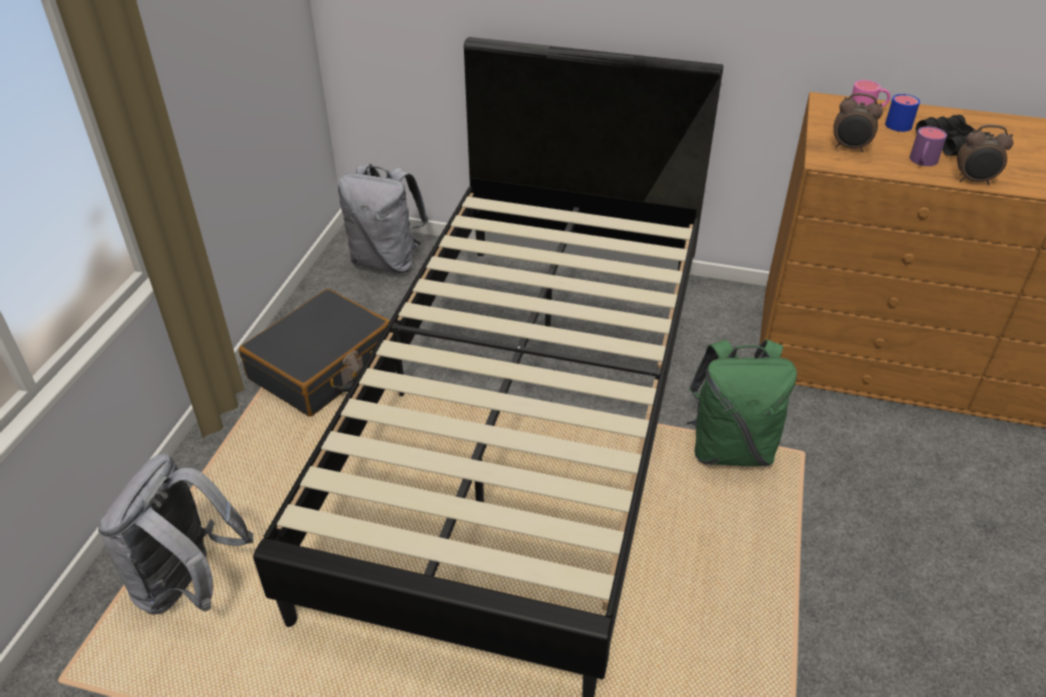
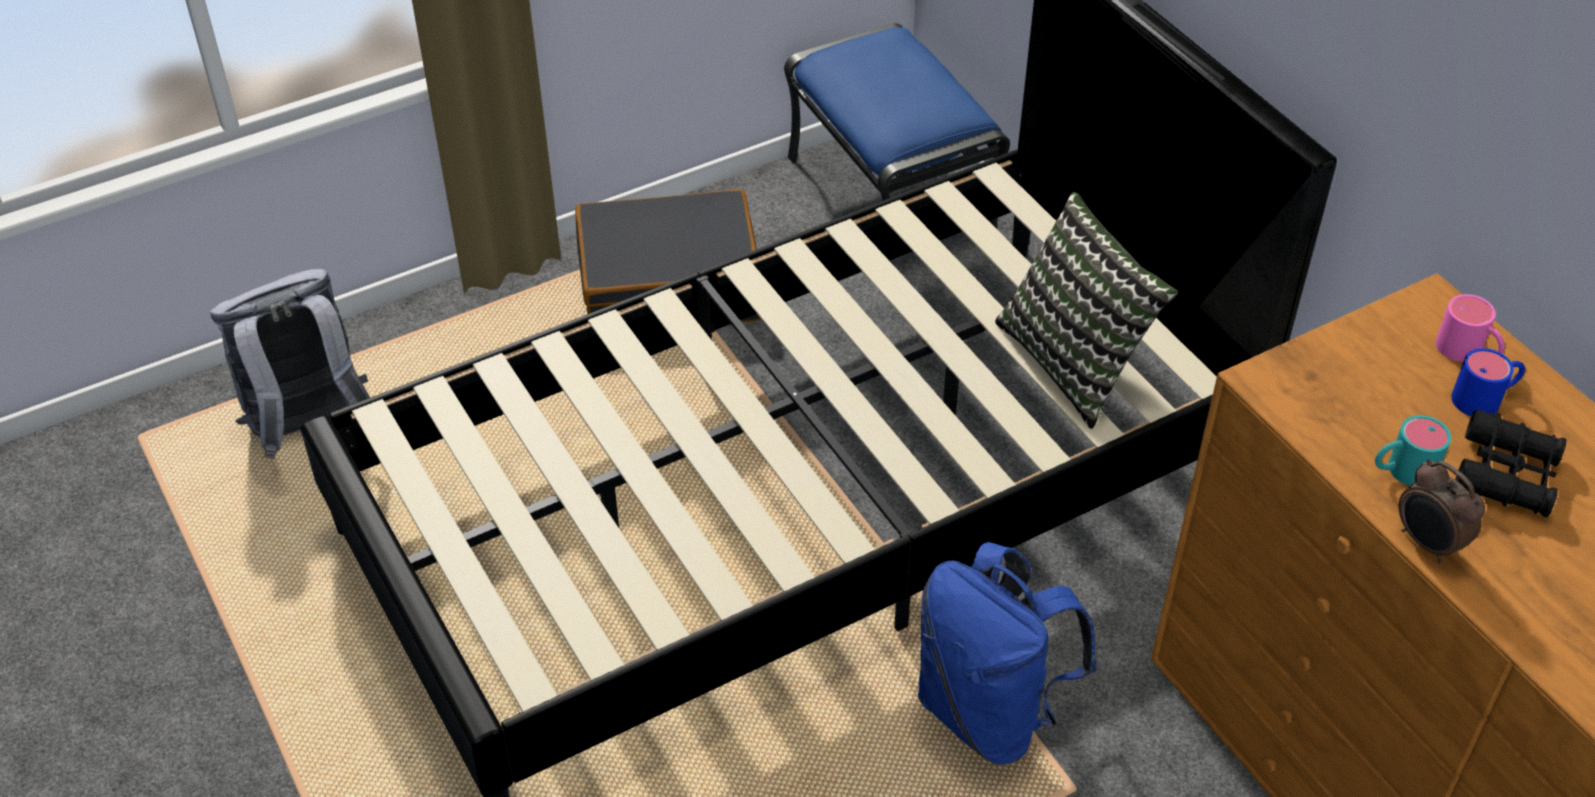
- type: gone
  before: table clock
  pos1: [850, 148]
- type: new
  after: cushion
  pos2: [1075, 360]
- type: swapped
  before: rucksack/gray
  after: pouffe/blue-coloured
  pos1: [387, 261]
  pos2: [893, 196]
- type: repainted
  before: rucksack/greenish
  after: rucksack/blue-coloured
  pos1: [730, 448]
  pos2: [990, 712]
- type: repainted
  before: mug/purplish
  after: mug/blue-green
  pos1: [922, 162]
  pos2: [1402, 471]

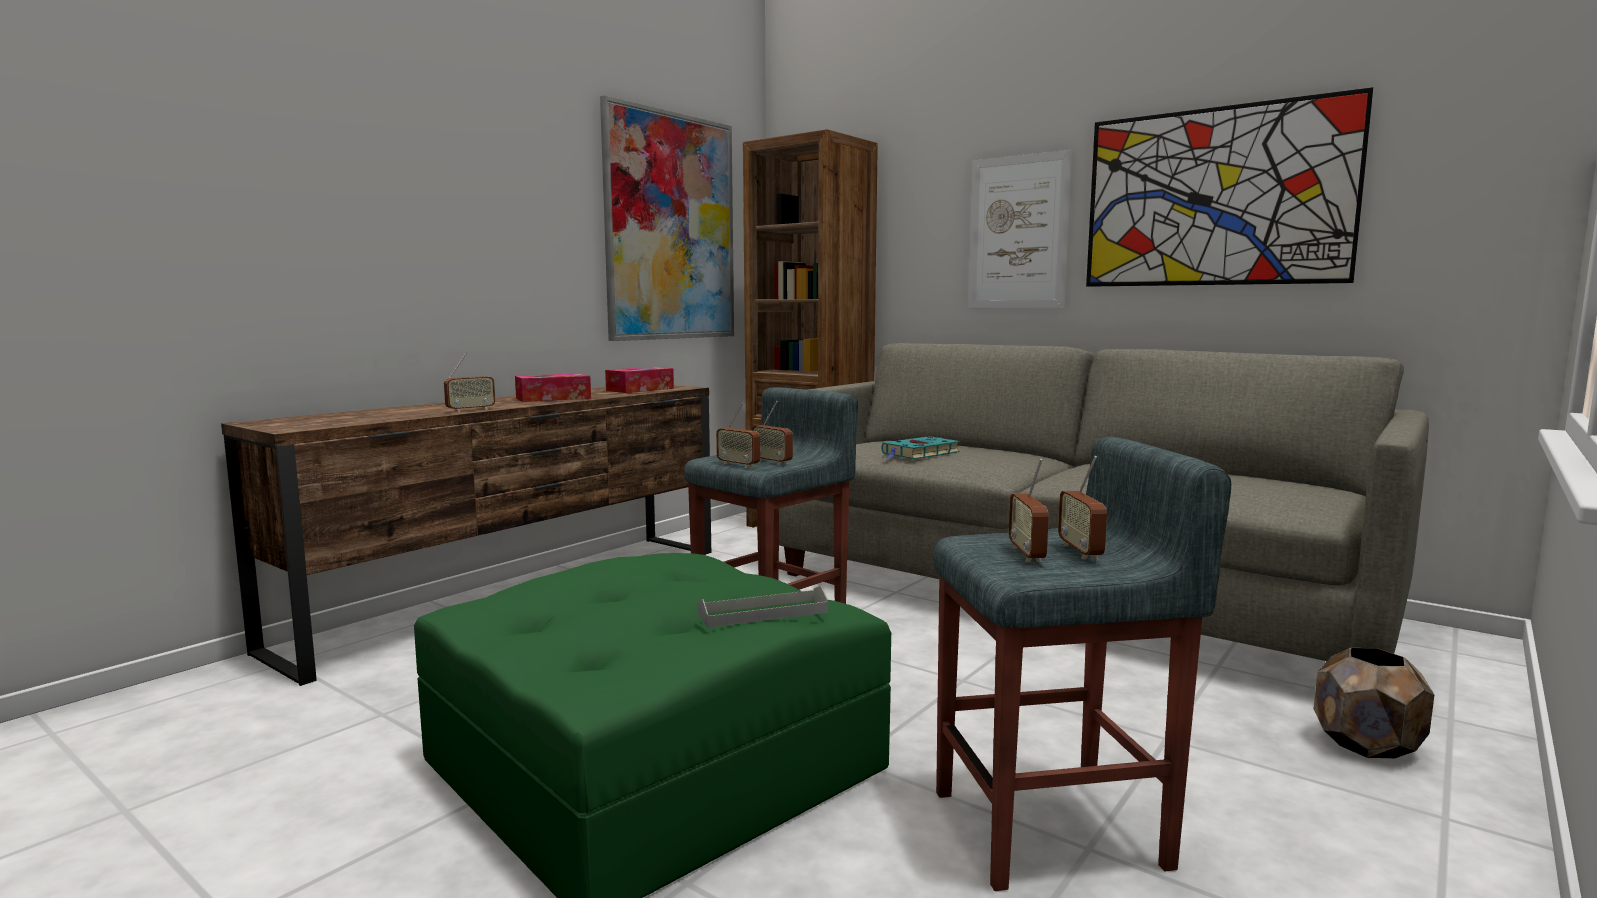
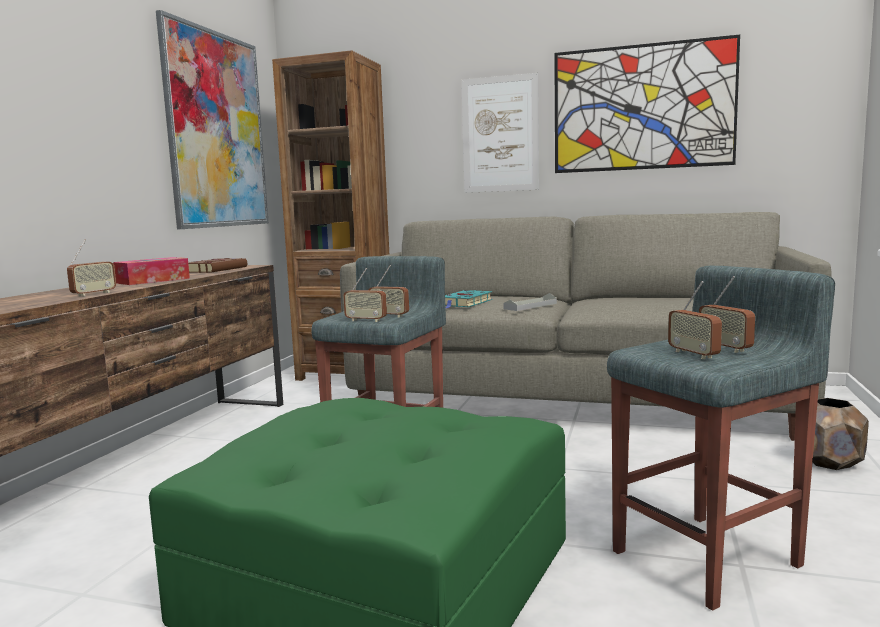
- type: shifted
  before: carrying tray/gray
  pos1: [763, 613]
  pos2: [530, 306]
- type: swapped
  before: tissue box
  after: bound book/brownish
  pos1: [640, 389]
  pos2: [217, 269]

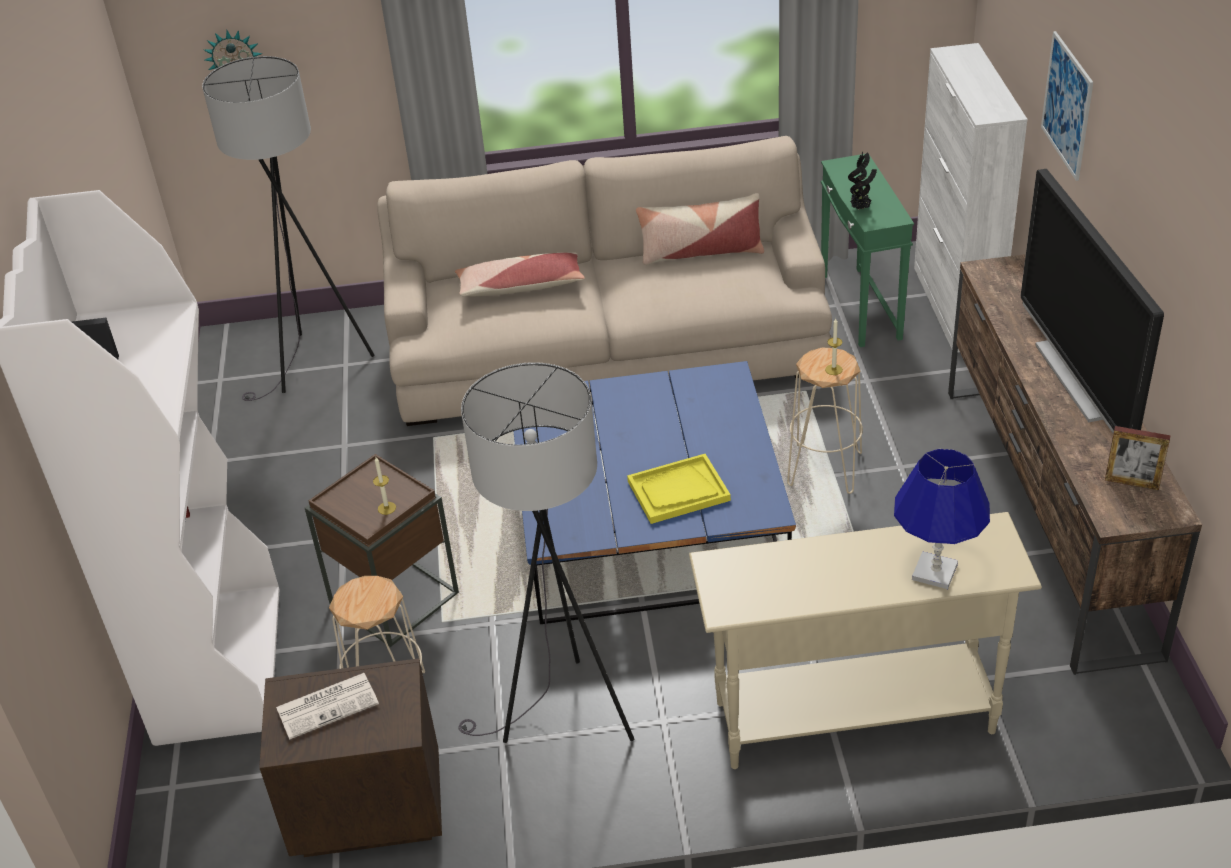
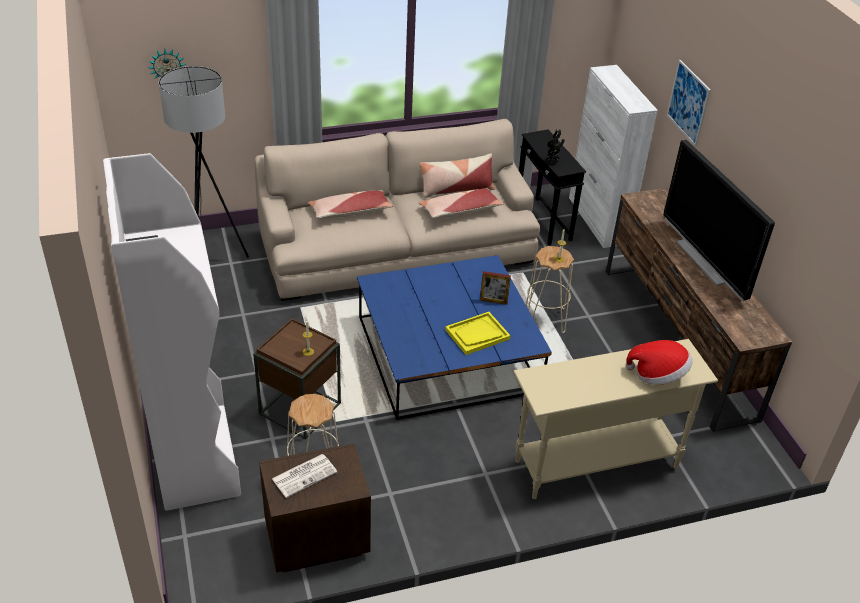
- type: gone
  before: floor lamp/gray
  pos1: [562, 719]
- type: new
  after: cushion
  pos2: [460, 211]
- type: shifted
  before: picture frame
  pos1: [1132, 483]
  pos2: [493, 301]
- type: swapped
  before: tabletop lamp/blue-coloured
  after: hat
  pos1: [935, 572]
  pos2: [658, 375]
- type: repainted
  before: end table/greenish
  after: end table/blackish
  pos1: [860, 307]
  pos2: [542, 221]

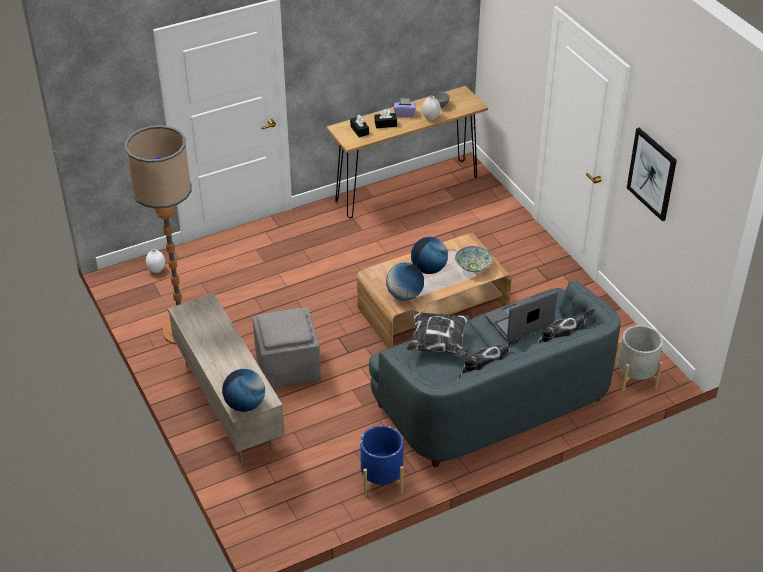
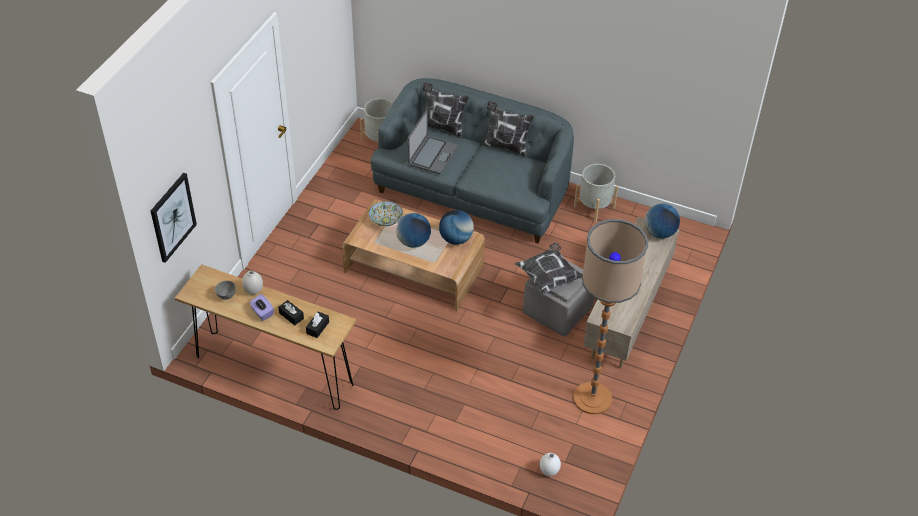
- type: shifted
  before: cushion
  pos1: [439, 344]
  pos2: [548, 277]
- type: shifted
  before: picture
  pos1: [652, 174]
  pos2: [172, 217]
- type: repainted
  before: planter/blue-coloured
  after: planter/gray
  pos1: [381, 479]
  pos2: [594, 207]
- type: rotated
  before: notebook computer
  pos1: [519, 321]
  pos2: [432, 155]
  turn: -90

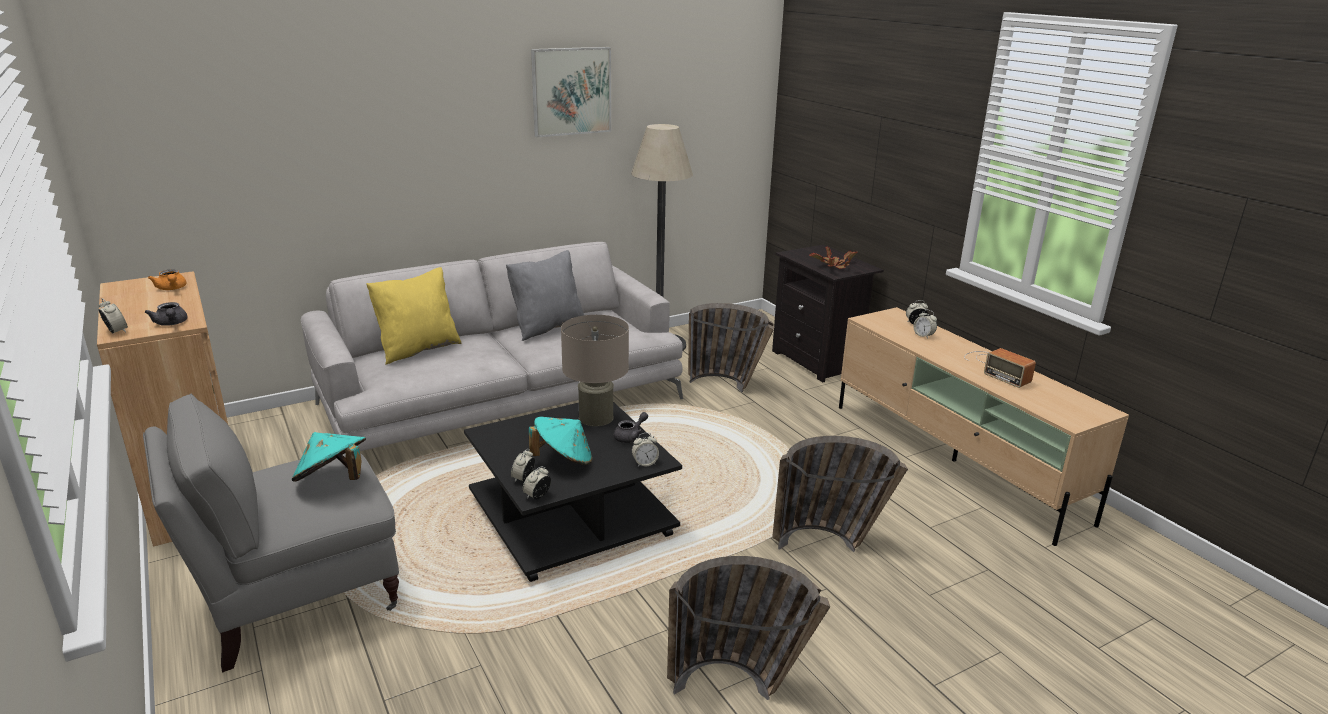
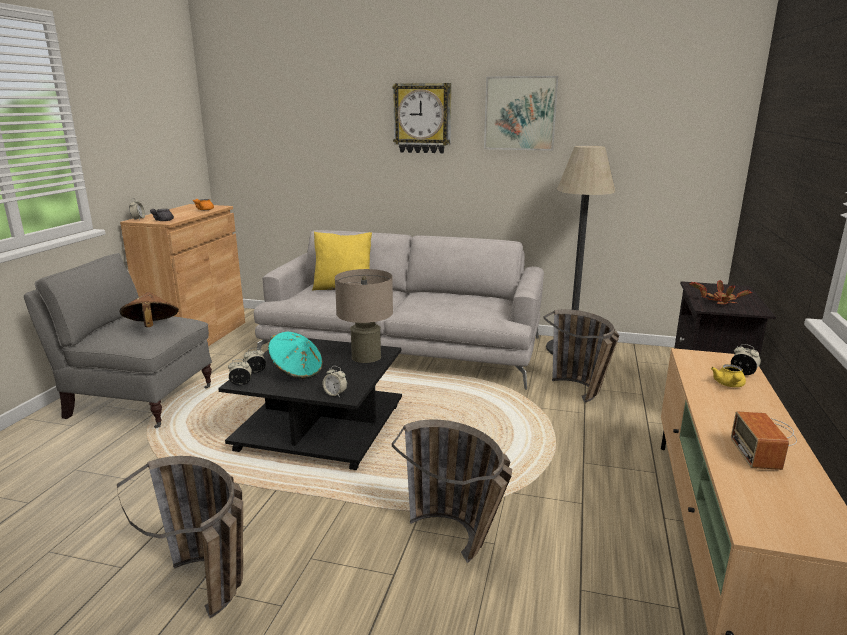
- type: gone
  before: cushion/gray
  pos1: [547, 327]
- type: gone
  before: tea pot/gray
  pos1: [630, 437]
- type: new
  after: wall clock
  pos2: [422, 118]
- type: swapped
  before: table clock
  after: tea pot/yellow-coloured
  pos1: [923, 335]
  pos2: [729, 385]
- type: repainted
  before: hat/blue-green
  after: hat/brownish
  pos1: [333, 480]
  pos2: [151, 327]

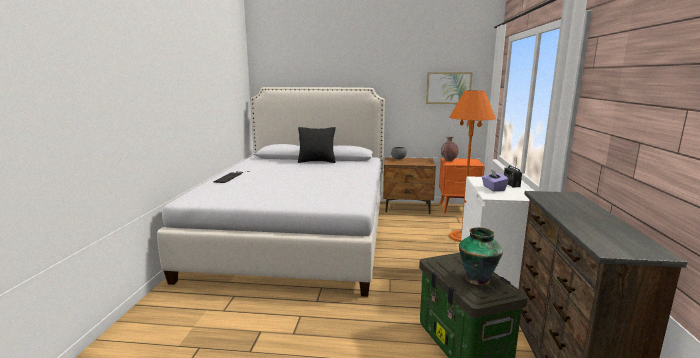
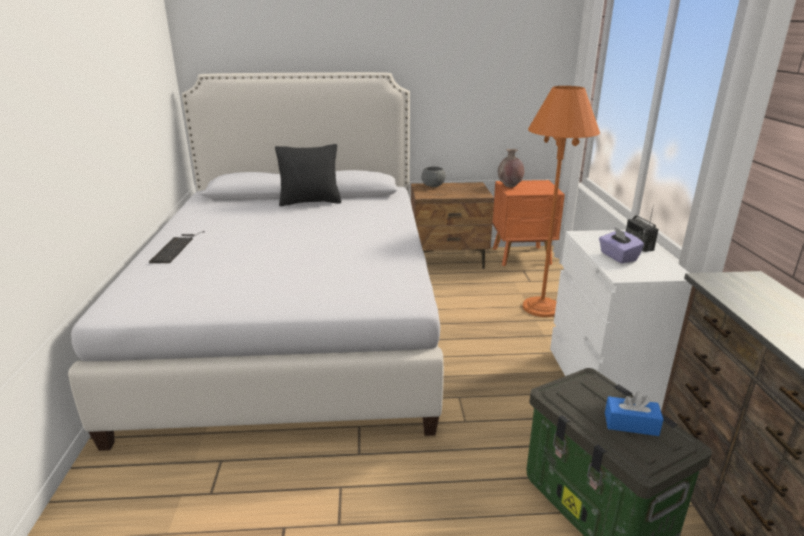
- type: gone
  before: picture
  pos1: [448, 88]
- type: swapped
  before: decorative vase
  after: tissue box/blue-coloured
  pos1: [477, 279]
  pos2: [631, 424]

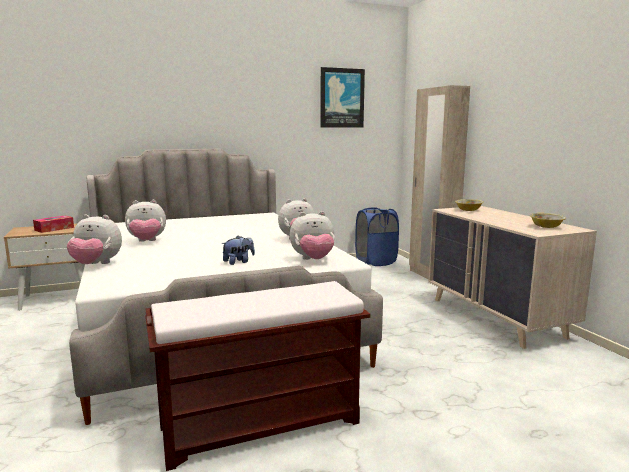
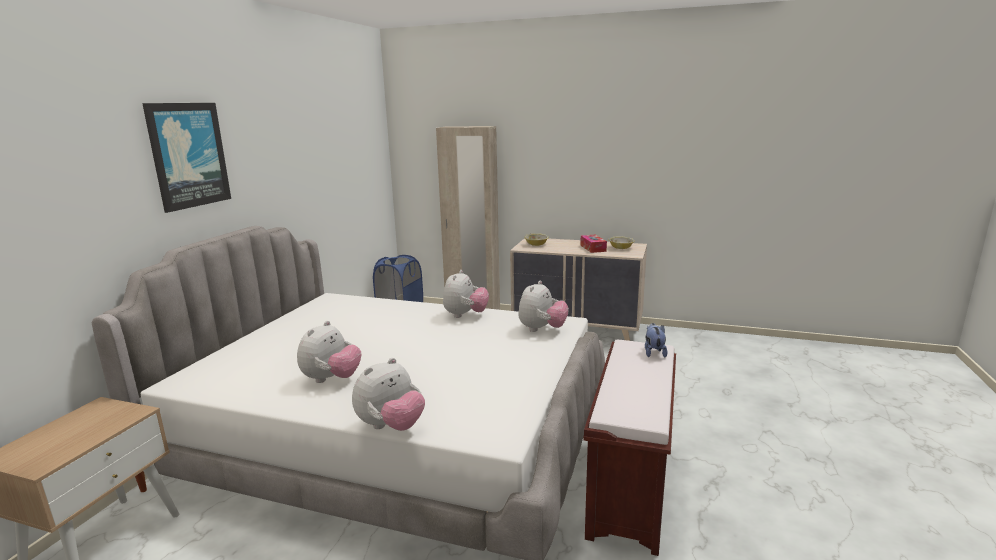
- type: shifted
  before: tissue box
  pos1: [54, 229]
  pos2: [593, 248]
- type: shifted
  before: plush toy
  pos1: [238, 262]
  pos2: [654, 352]
- type: shifted
  before: picture
  pos1: [341, 98]
  pos2: [188, 155]

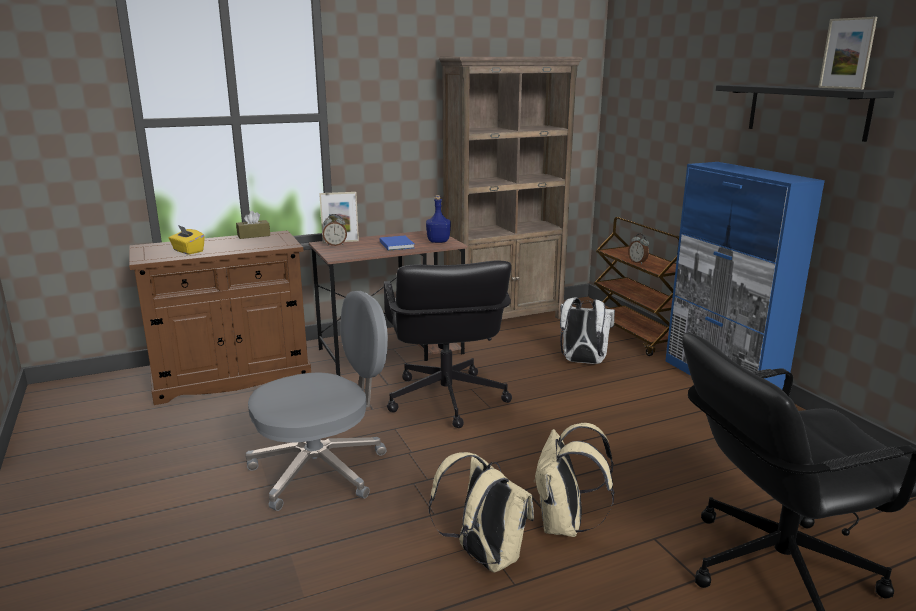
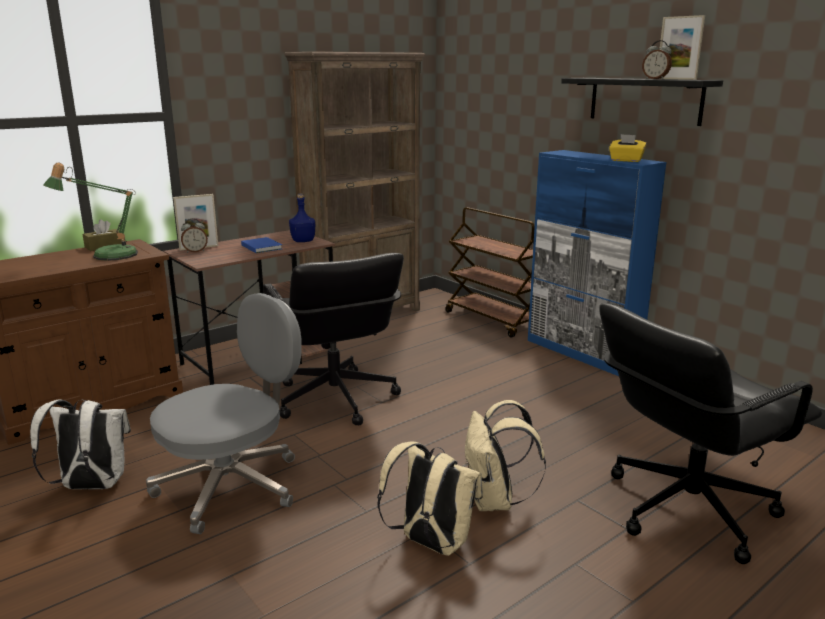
- type: new
  after: tabletop lamp
  pos2: [107, 255]
- type: shifted
  before: tissue box/yellow-coloured
  pos1: [188, 251]
  pos2: [626, 160]
- type: shifted
  before: rucksack/white
  pos1: [582, 362]
  pos2: [91, 486]
- type: shifted
  before: table clock
  pos1: [638, 262]
  pos2: [655, 79]

